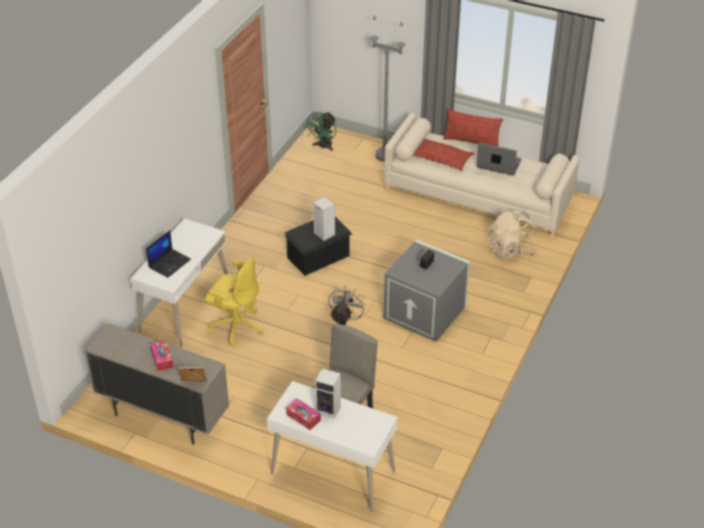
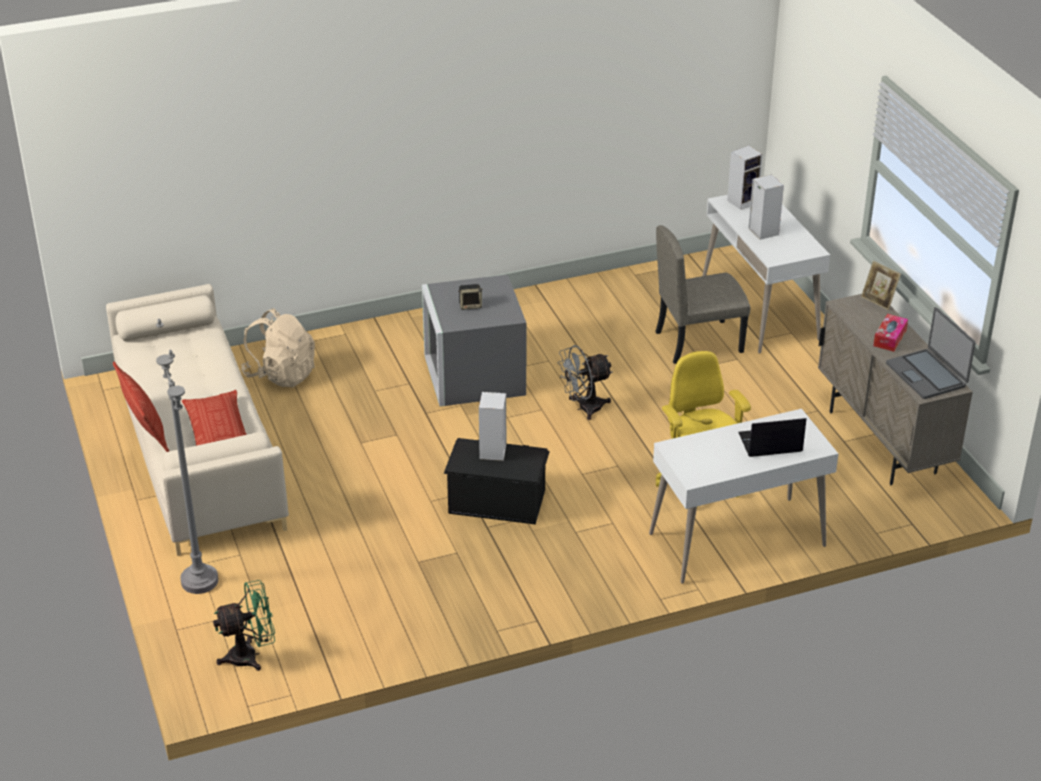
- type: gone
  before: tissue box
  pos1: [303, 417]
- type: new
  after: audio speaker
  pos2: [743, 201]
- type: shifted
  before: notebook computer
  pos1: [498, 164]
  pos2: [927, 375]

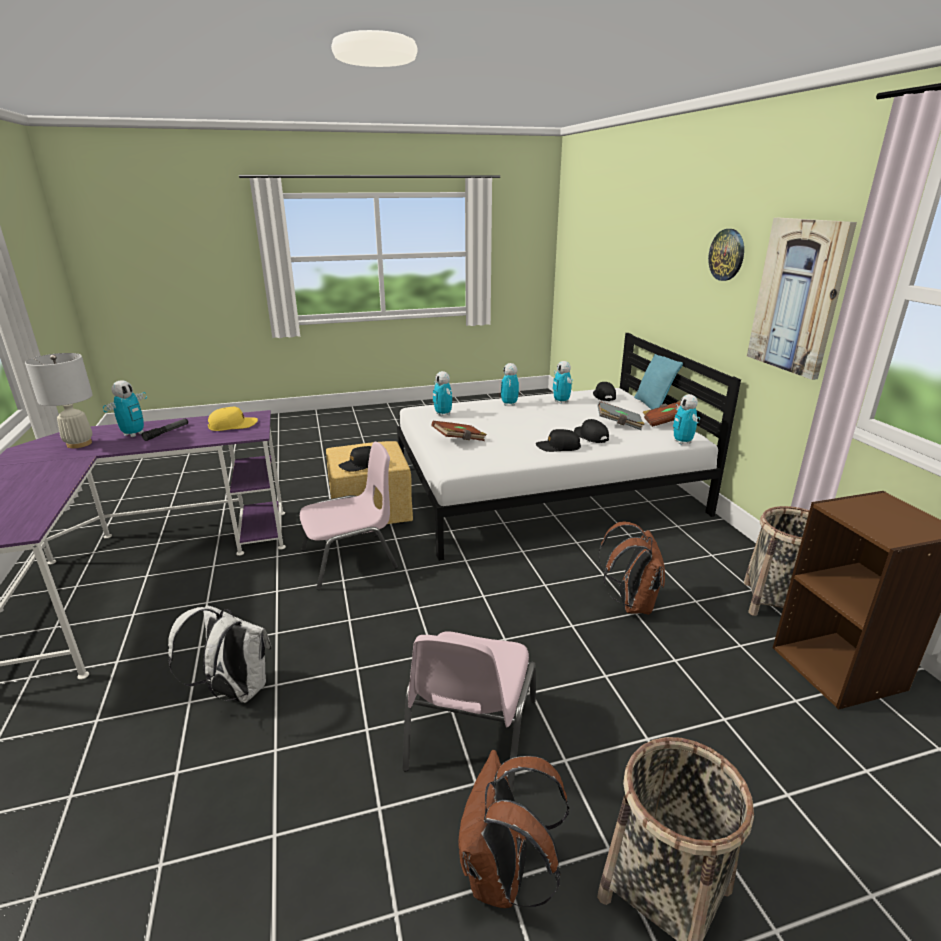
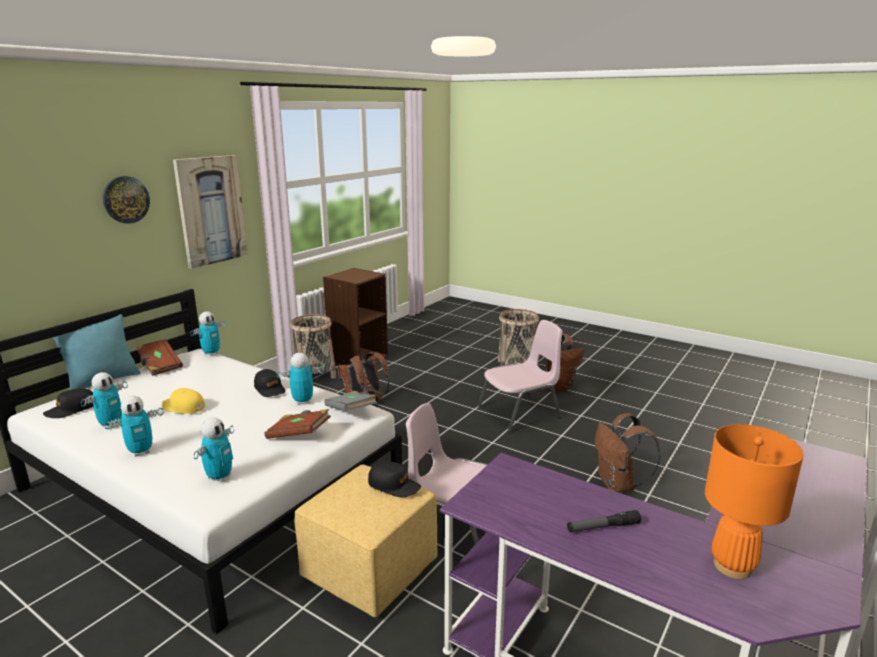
- type: gone
  before: peaked cap/blackish
  pos1: [590, 436]
- type: shifted
  before: model robot
  pos1: [134, 434]
  pos2: [302, 401]
- type: shifted
  before: peaked cap/yellow-coloured
  pos1: [233, 425]
  pos2: [183, 407]
- type: shifted
  before: bound book/gray
  pos1: [619, 425]
  pos2: [351, 411]
- type: repainted
  before: tabletop lamp/white
  after: tabletop lamp/orange
  pos1: [79, 444]
  pos2: [732, 566]
- type: repainted
  before: rucksack/white
  after: rucksack/brownish
  pos1: [234, 691]
  pos2: [618, 485]

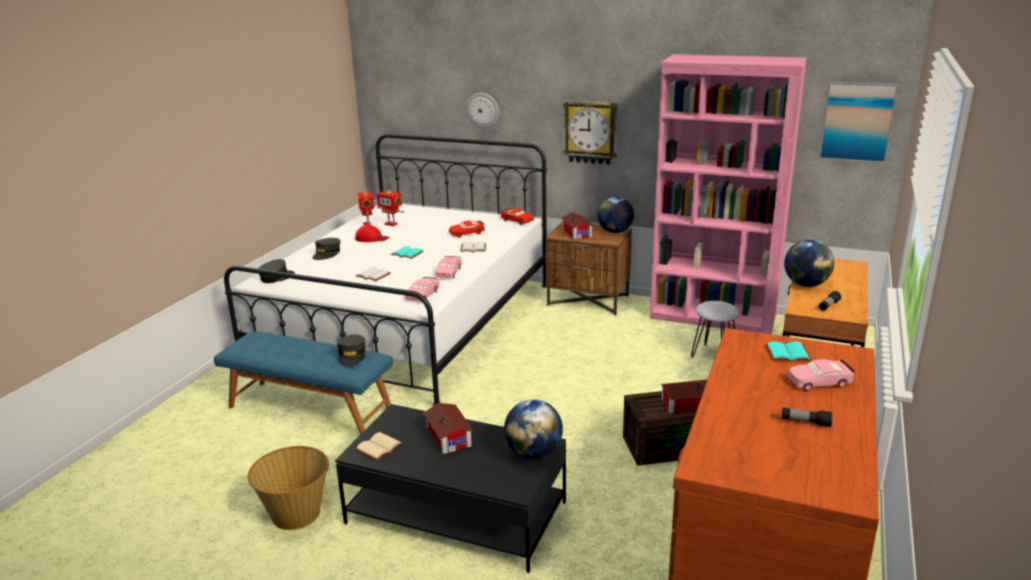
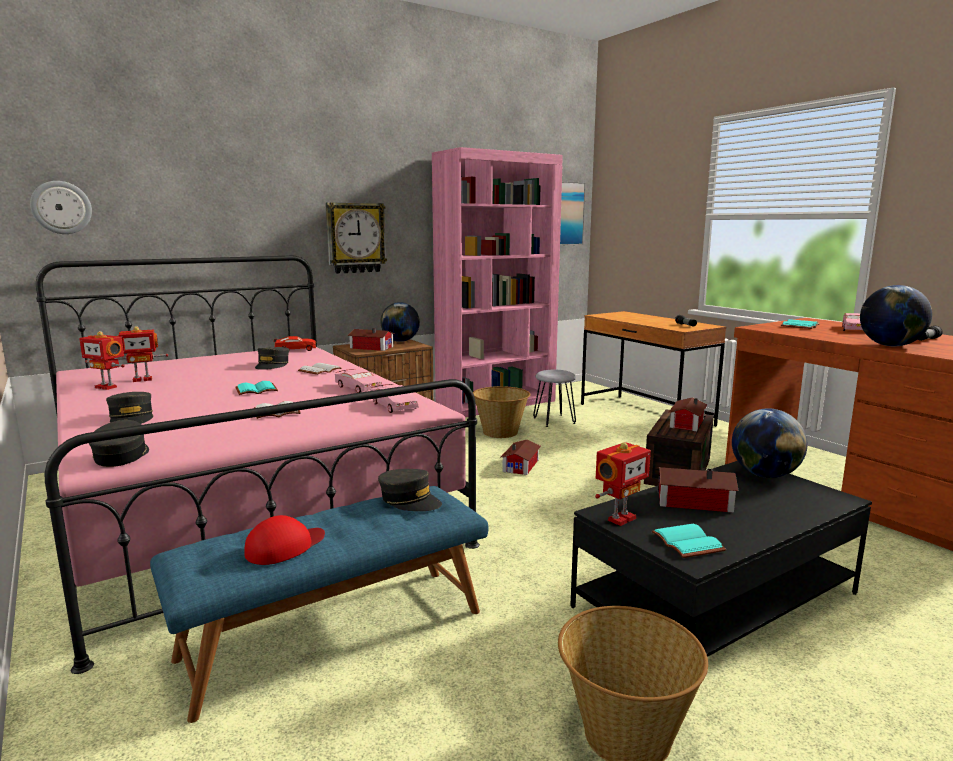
- type: new
  after: basket
  pos2: [500, 432]
- type: new
  after: toy house
  pos2: [522, 465]
- type: new
  after: model robot
  pos2: [620, 518]
- type: shifted
  before: peaked cap/red
  pos1: [371, 238]
  pos2: [285, 546]
- type: shifted
  before: wall clock
  pos1: [483, 110]
  pos2: [61, 207]
- type: shifted
  before: globe
  pos1: [806, 284]
  pos2: [890, 346]
- type: swapped
  before: toy car/red
  after: peaked cap/gray
  pos1: [467, 233]
  pos2: [272, 365]
- type: repainted
  before: bed/white
  after: bed/pinkish
  pos1: [408, 323]
  pos2: [244, 503]
- type: repainted
  before: bound book/beige-coloured
  after: bound book/blue-green
  pos1: [379, 448]
  pos2: [689, 543]

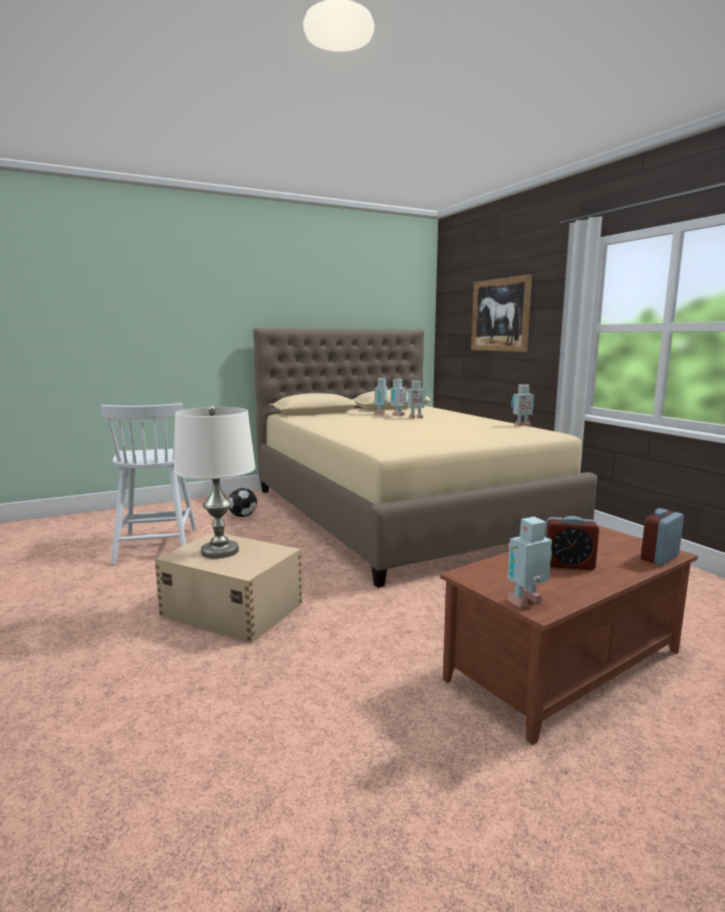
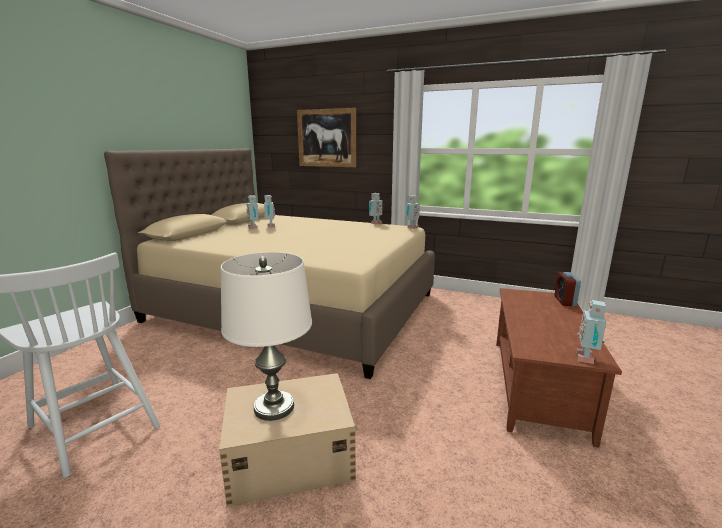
- type: gone
  before: football ball
  pos1: [242, 516]
- type: gone
  before: table clock
  pos1: [569, 565]
- type: shifted
  before: model robot
  pos1: [415, 417]
  pos2: [411, 227]

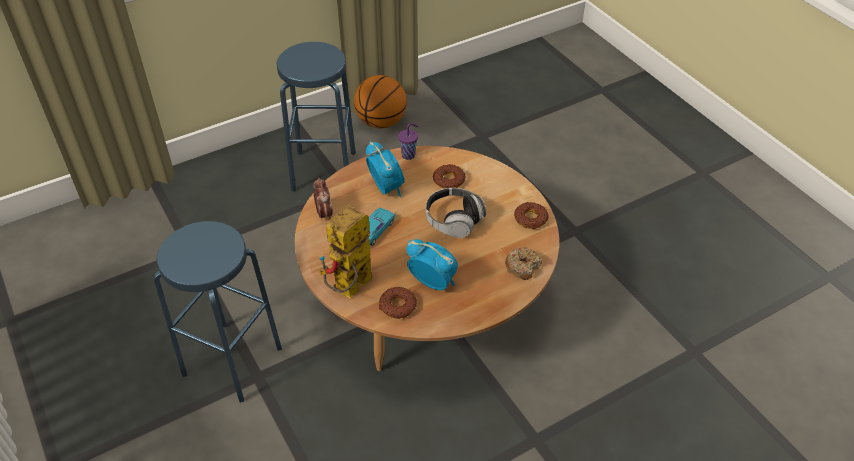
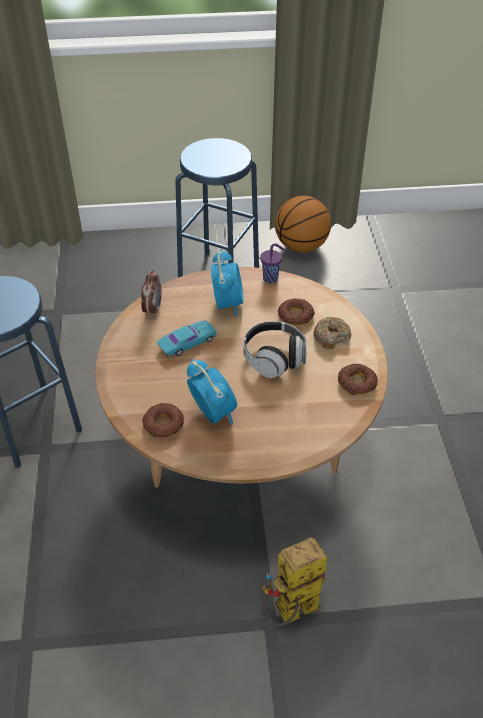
- type: shifted
  before: model robot
  pos1: [349, 290]
  pos2: [290, 614]
- type: shifted
  before: donut
  pos1: [523, 267]
  pos2: [331, 337]

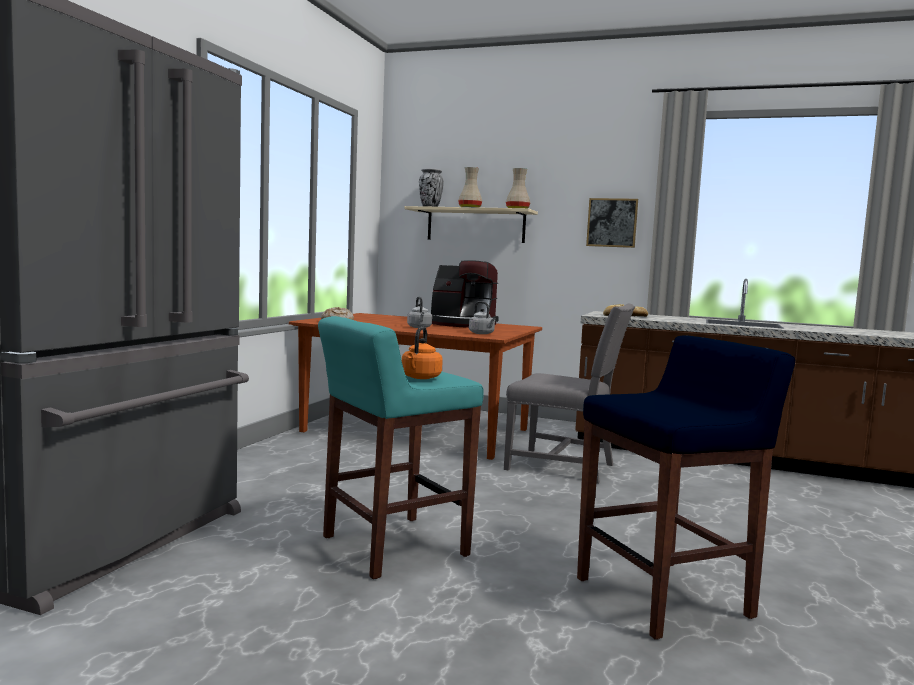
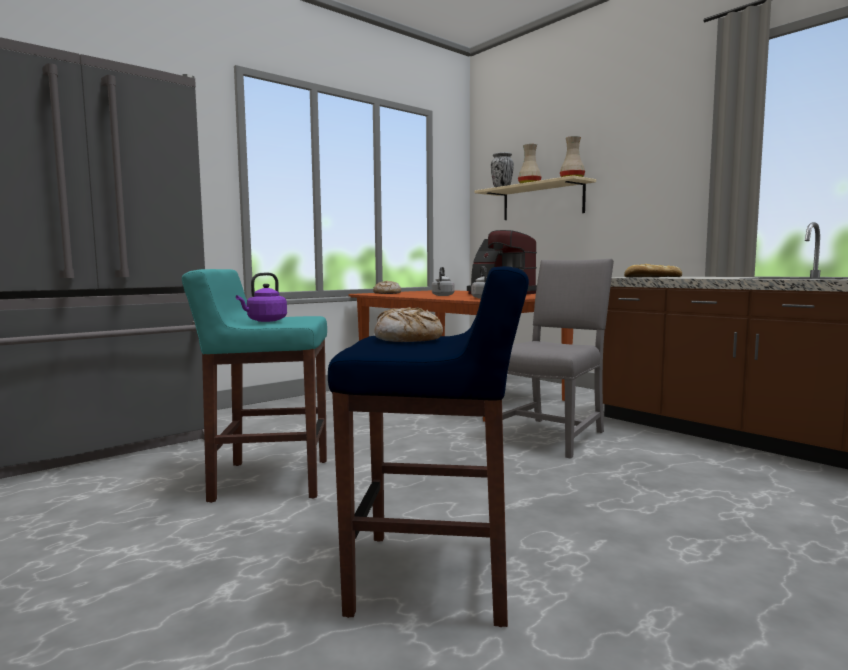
- type: gone
  before: picture
  pos1: [612, 222]
- type: new
  after: baked bread
  pos2: [408, 339]
- type: repainted
  before: water kettle/orange
  after: water kettle/purplish
  pos1: [420, 378]
  pos2: [265, 321]
- type: rotated
  before: plain chair/gray
  pos1: [564, 467]
  pos2: [550, 435]
  turn: -105

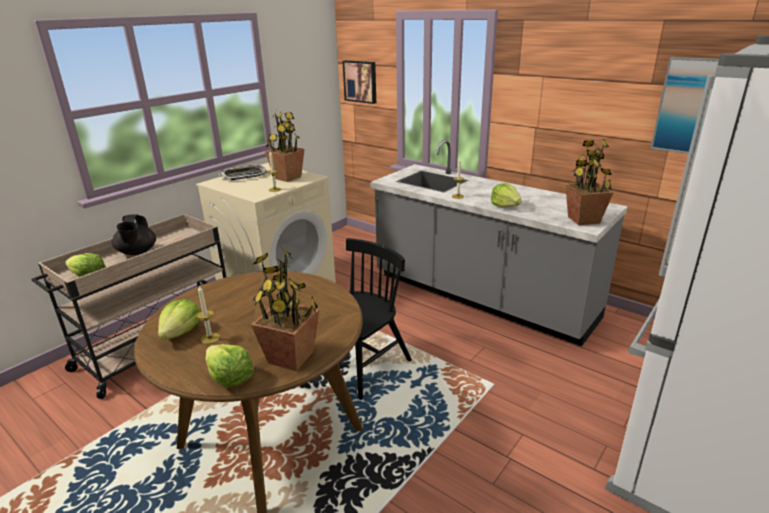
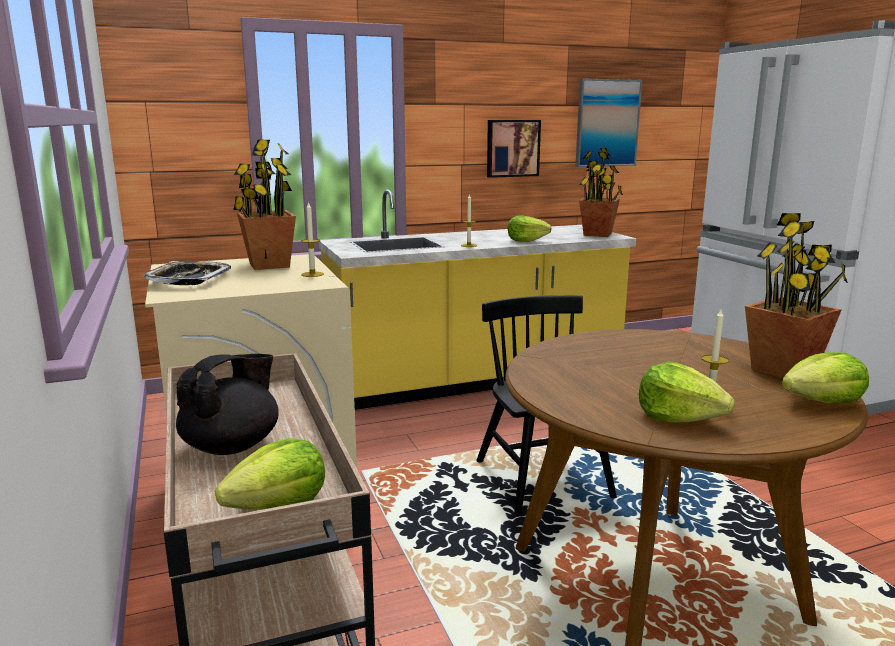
- type: shifted
  before: picture
  pos1: [361, 81]
  pos2: [512, 148]
- type: repainted
  before: kitchen counter/gray
  after: kitchen counter/yellow-coloured
  pos1: [481, 297]
  pos2: [476, 381]
- type: rotated
  before: tea pot/blackish
  pos1: [137, 252]
  pos2: [233, 446]
  turn: -75

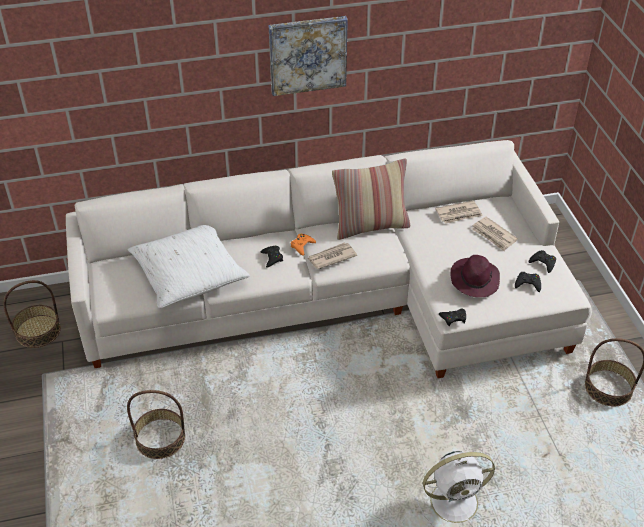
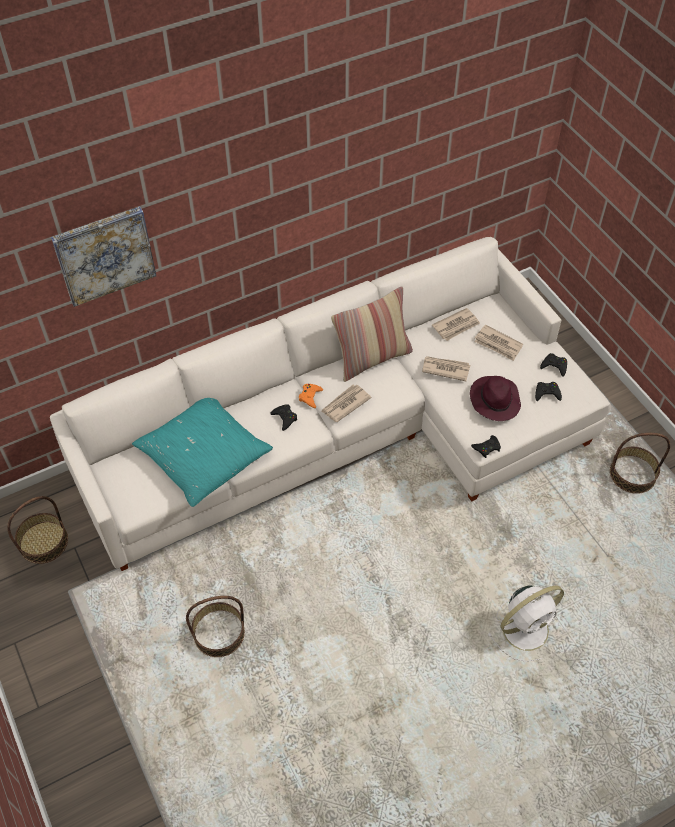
- type: new
  after: daily paper
  pos2: [445, 369]
- type: shifted
  before: picture
  pos1: [307, 54]
  pos2: [104, 255]
- type: repainted
  before: cushion/white
  after: cushion/blue-green
  pos1: [189, 274]
  pos2: [204, 455]

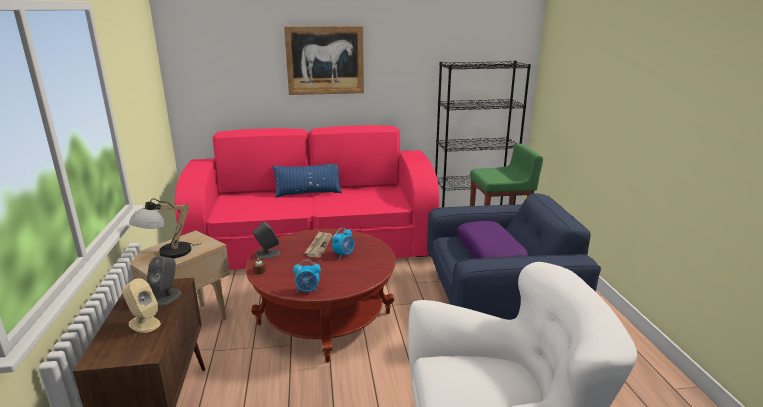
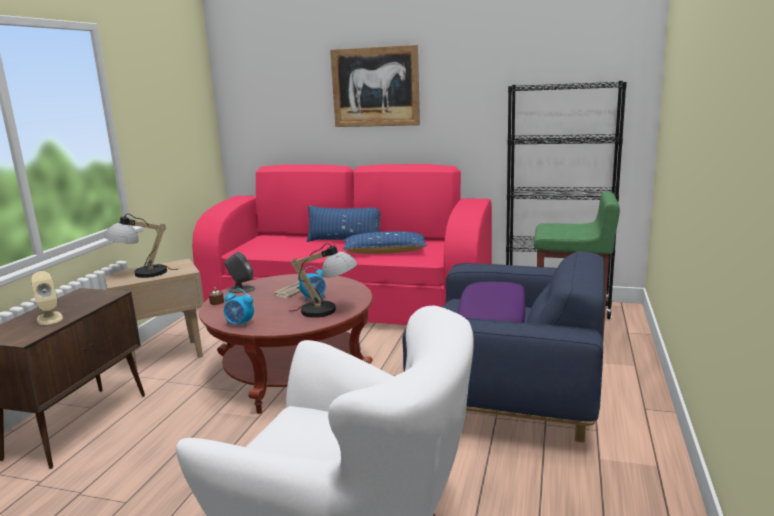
- type: gone
  before: audio speaker/gray
  pos1: [167, 297]
- type: new
  after: tabletop lamp
  pos2: [328, 310]
- type: new
  after: cushion/blue-coloured
  pos2: [385, 252]

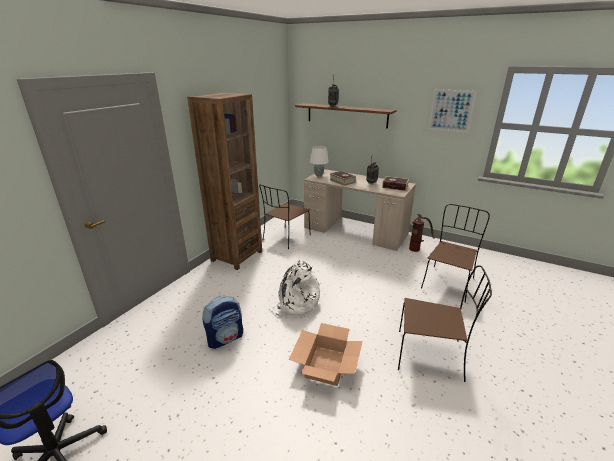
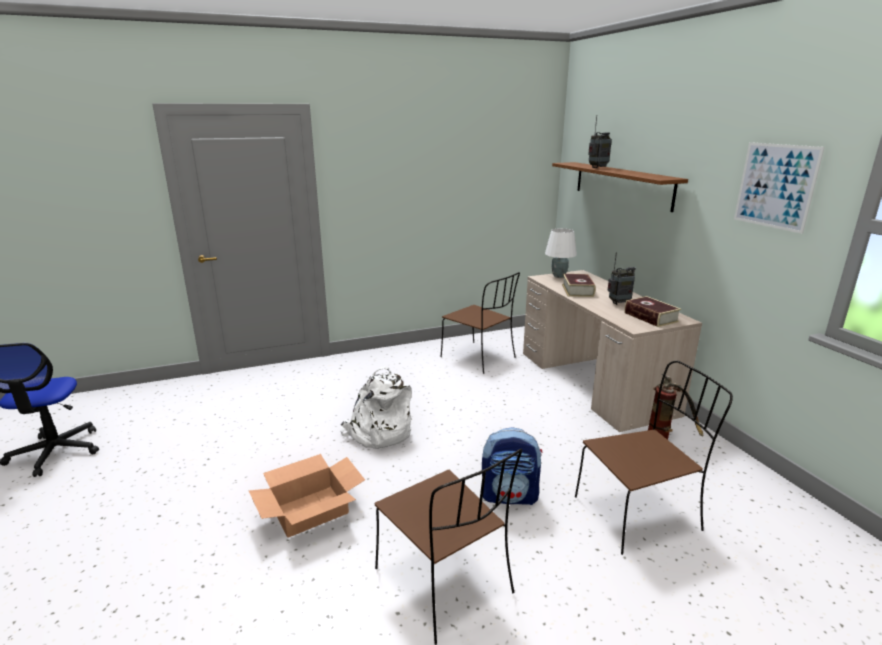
- type: gone
  before: shelving unit/brownish
  pos1: [236, 256]
- type: shifted
  before: rucksack
  pos1: [225, 338]
  pos2: [510, 496]
- type: rotated
  before: plain chair/brownish
  pos1: [286, 238]
  pos2: [479, 358]
  turn: -120

